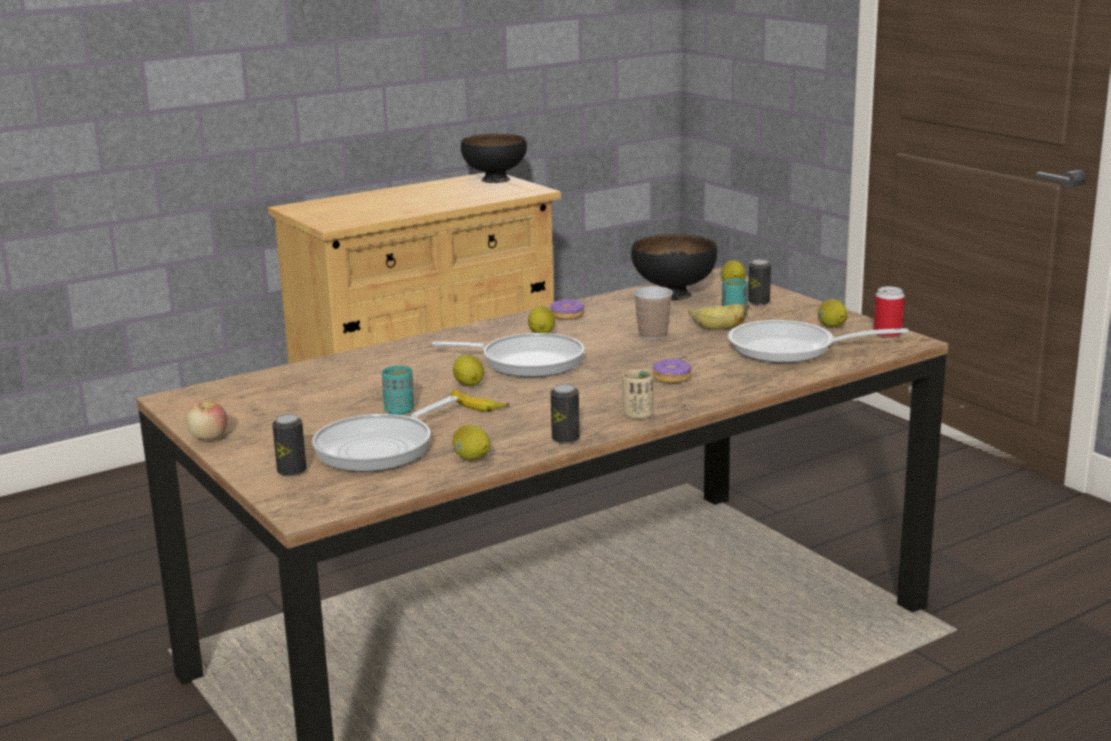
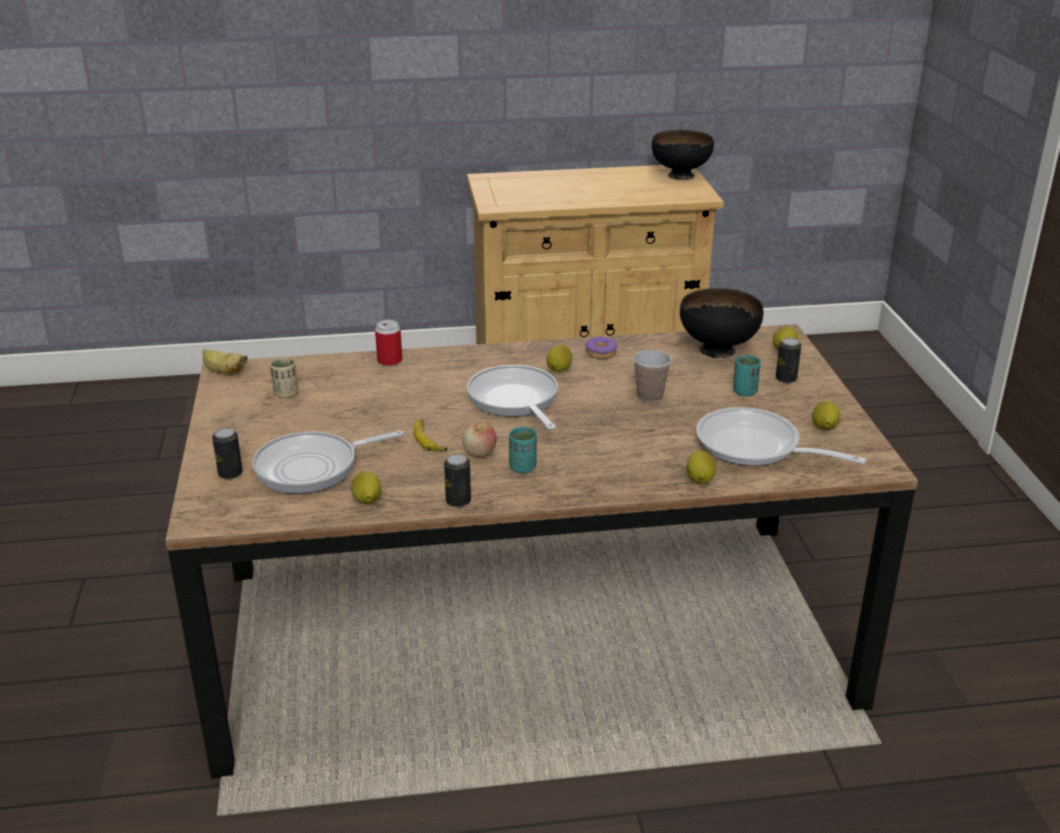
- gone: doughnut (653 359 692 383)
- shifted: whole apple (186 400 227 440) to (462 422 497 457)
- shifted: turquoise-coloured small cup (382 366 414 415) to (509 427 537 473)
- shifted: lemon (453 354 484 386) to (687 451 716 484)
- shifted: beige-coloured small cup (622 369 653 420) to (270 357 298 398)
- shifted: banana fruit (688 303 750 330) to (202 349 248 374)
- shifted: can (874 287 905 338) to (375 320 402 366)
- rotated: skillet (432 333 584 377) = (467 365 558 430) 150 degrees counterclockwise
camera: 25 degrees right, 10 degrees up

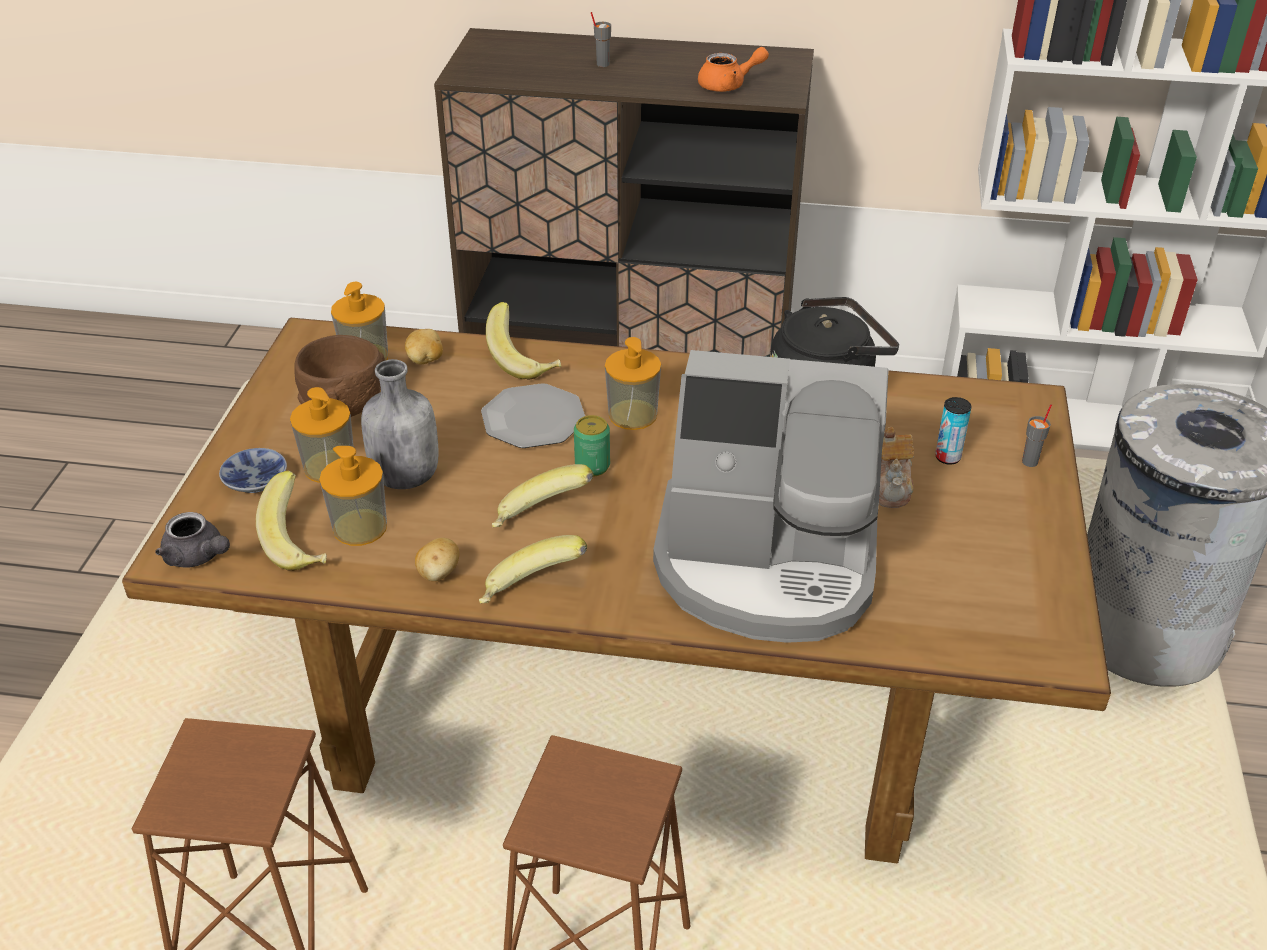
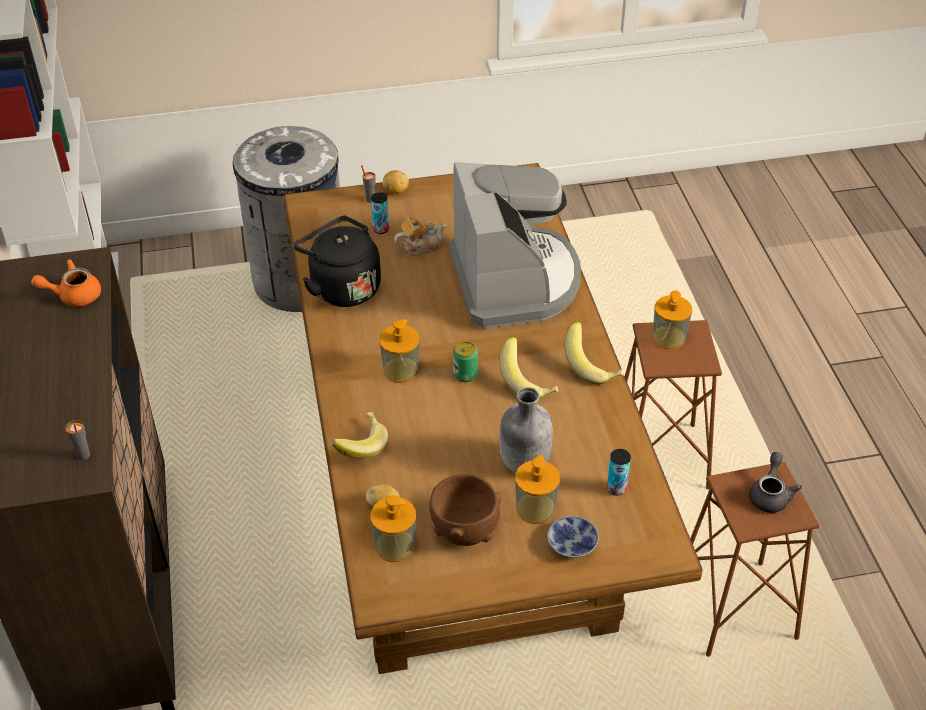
- gone: plate (481 383 585 448)
- shifted: gray teapot (155 512 230 568) to (749 452 802 513)
- shifted: liquid soap bottle (319 446 387 546) to (653 291 692 349)
- shifted: whole potato (415 538 460 581) to (382 170 409 194)
- shifted: gray small cup (591 12 611 67) to (65 420 90 460)
- swapped: banana fruit (256 471 327 571) to can (607 449 631 496)
- rotated: orangey teapot (698 47 769 92) = (31 259 101 306) 75 degrees counterclockwise
camera: 110 degrees left, 5 degrees up

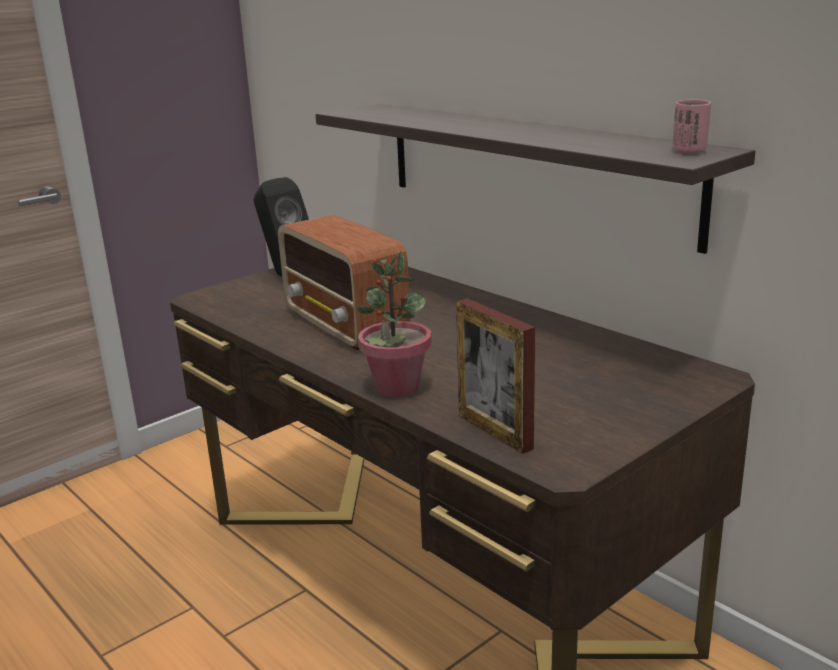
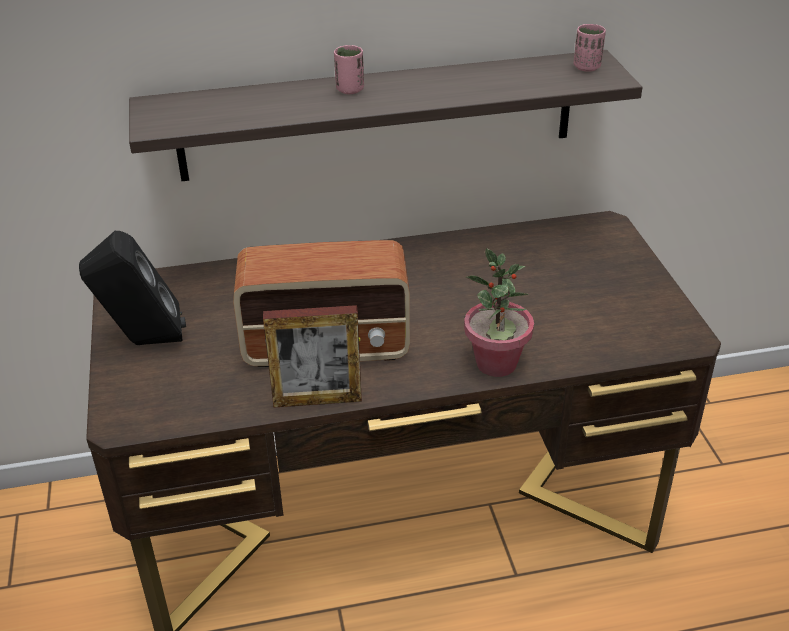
- new: pinkish small cup (334 45 364 94)
- shifted: photo frame (456 298 535 454) to (263 305 362 408)
camera: 60 degrees left, 15 degrees up

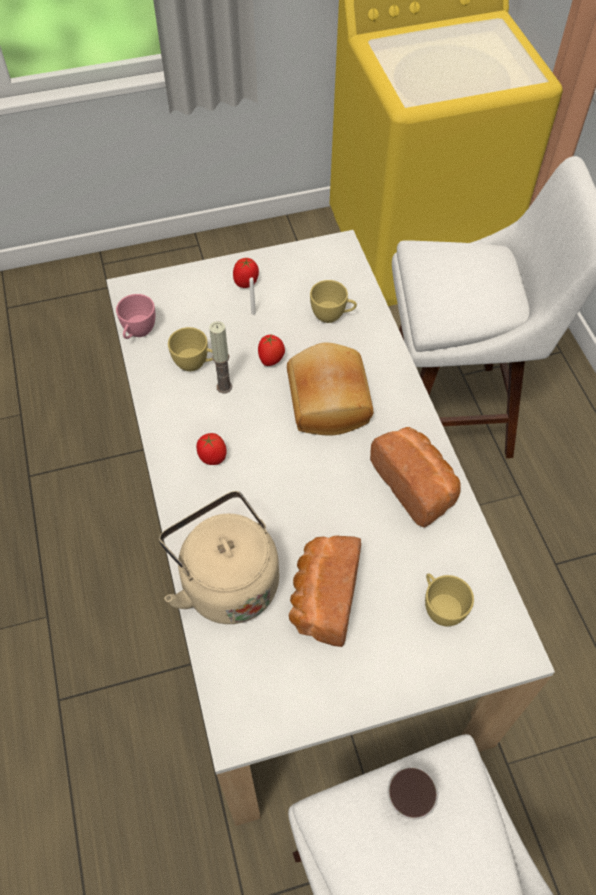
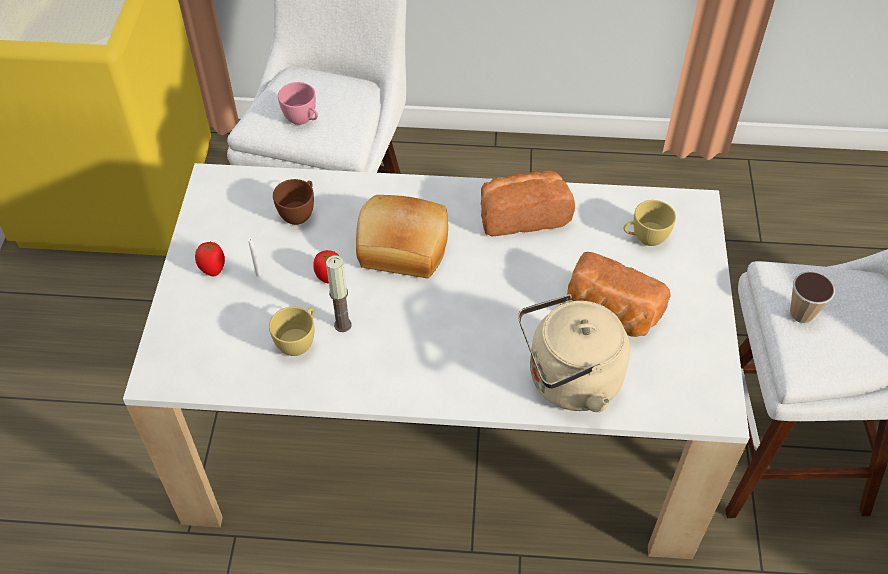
- gone: tomato (196 433 227 465)
- shifted: pinkish small cup (116 294 155 339) to (278 82 318 125)
- repainted: yellow-coloured small cup (310 280 357 323) to brown-coloured small cup (273 179 314 225)
camera: 70 degrees left, 5 degrees down

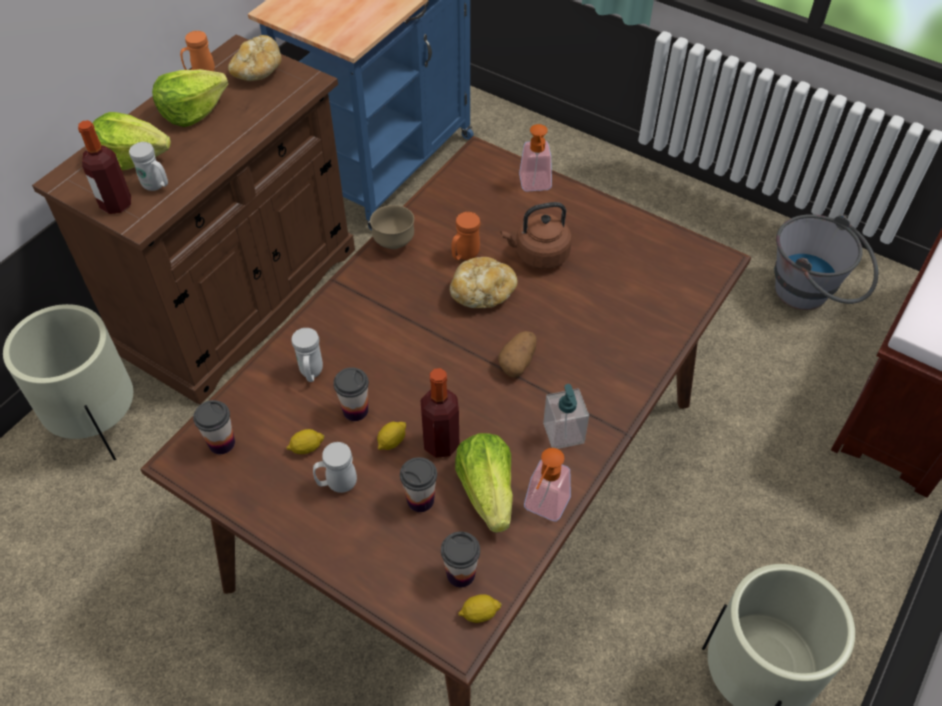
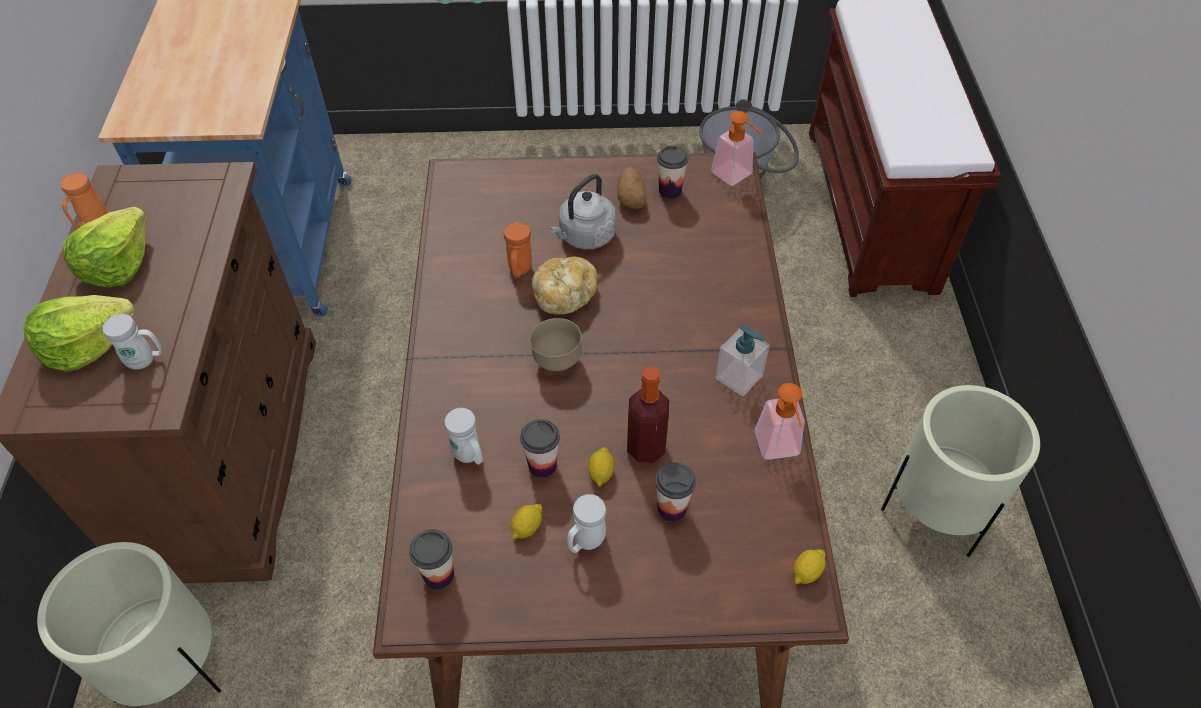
- gone: bottle (78 120 131 214)
- gone: baked bread (228 35 282 81)
- gone: head of lettuce (455 433 513 533)
- shifted: brown-coloured deep dish (370 205 414 249) to (529 318 582 371)
- shifted: small cup (441 532 480 587) to (657 145 688 199)
- shifted: whole potato (498 331 537 377) to (617 167 647 209)
- shifted: liquid soap bottle (519 124 552 192) to (711 111 763 186)
- repainted: brown-coloured tea kettle (501 202 572 269) to gray tea kettle (550 174 617 249)
camera: 35 degrees left, 0 degrees up

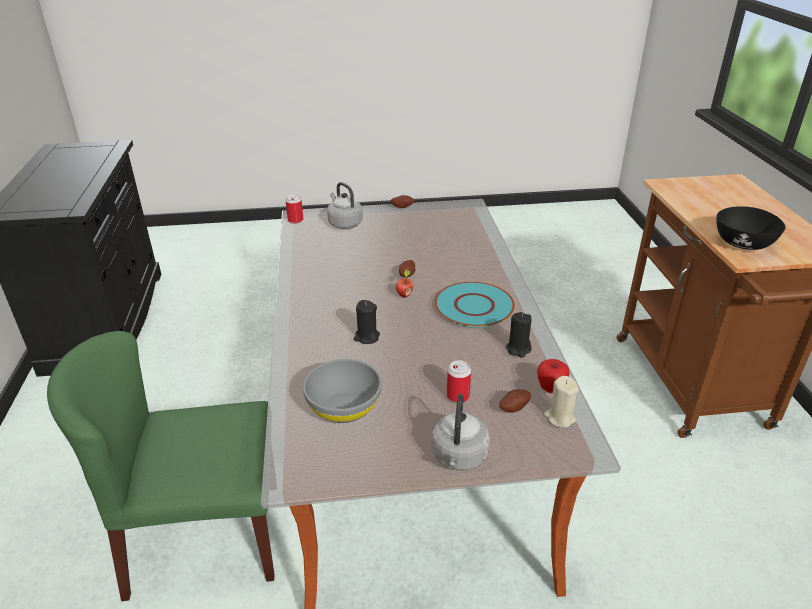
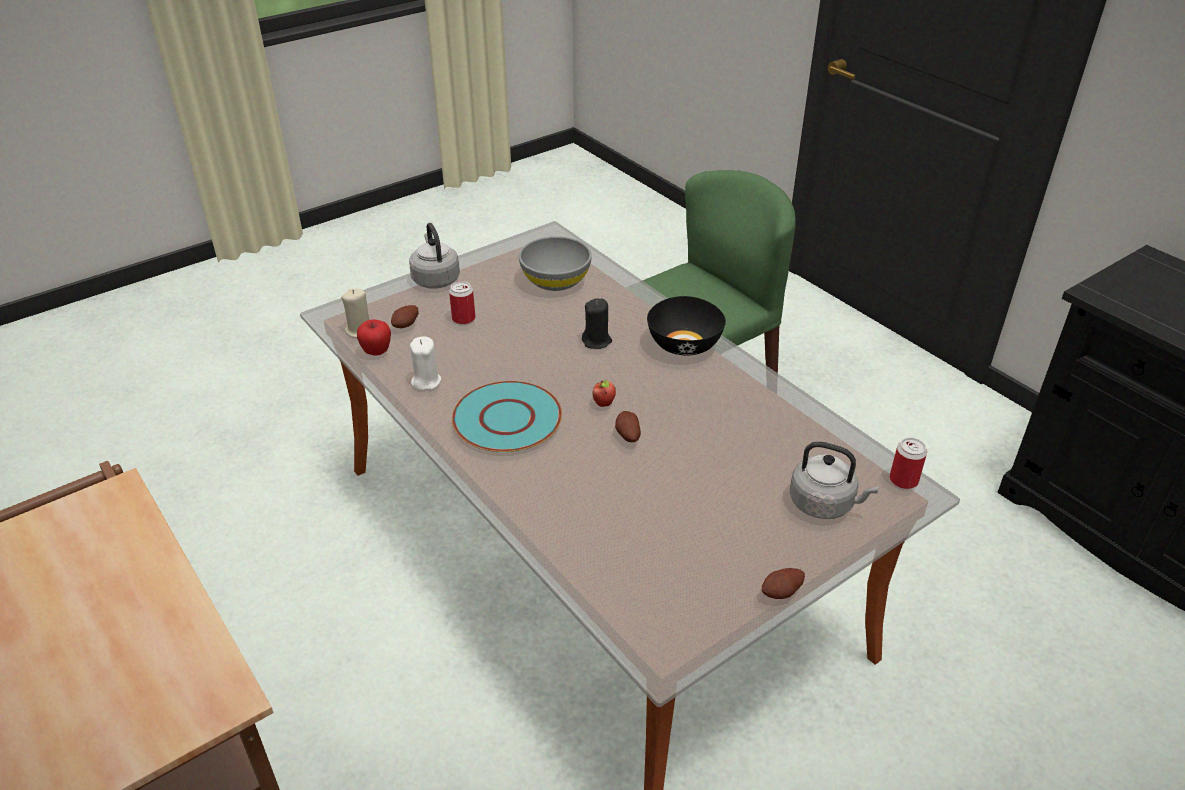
- shifted: blackish deep dish (716 206 785 250) to (647 296 726 355)
- repainted: blackish wax candle (506 312 532 358) to white-coloured wax candle (410 336 441 391)
camera: 150 degrees right, 5 degrees up

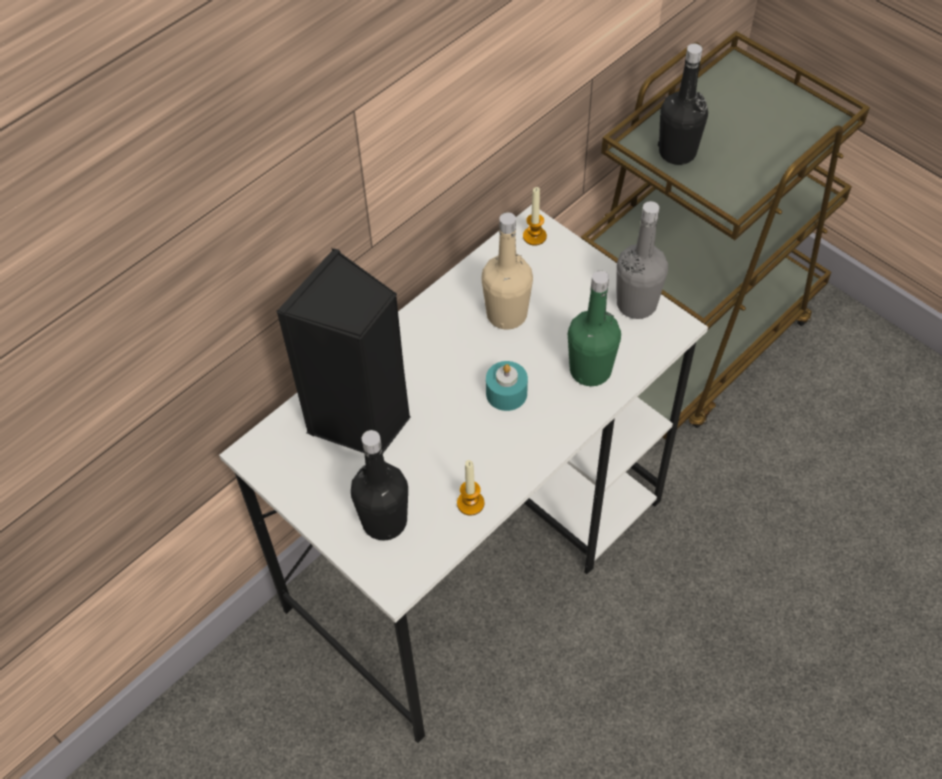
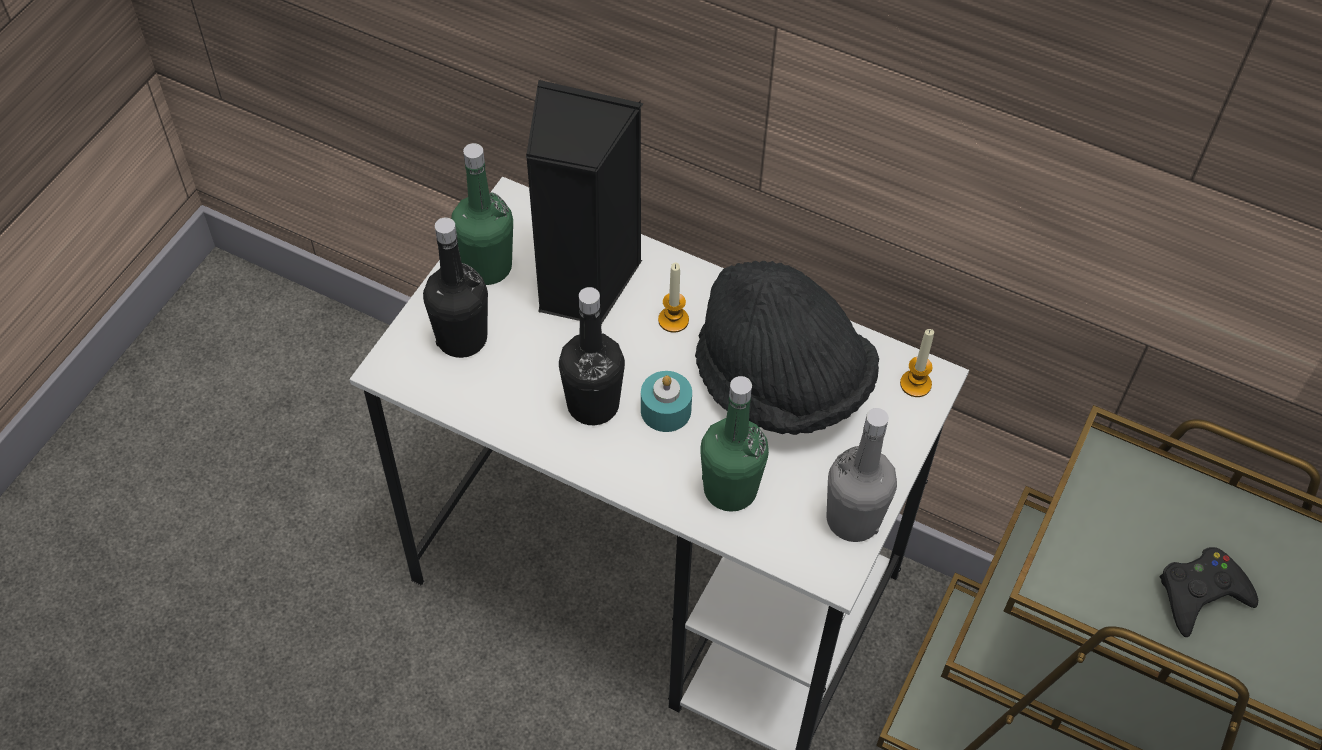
- new: greenish bottle (451 143 513 285)
- new: blackish joypad (1160 547 1258 637)
- shifted: wax candle (457 460 484 516) to (658 263 689 333)
- shifted: blackish bottle (658 44 708 165) to (559 287 625 425)
- swapped: beige-coloured bottle (482 212 533 330) to blackish wearable hat (695 261 879 435)
camera: 70 degrees right, 0 degrees up

